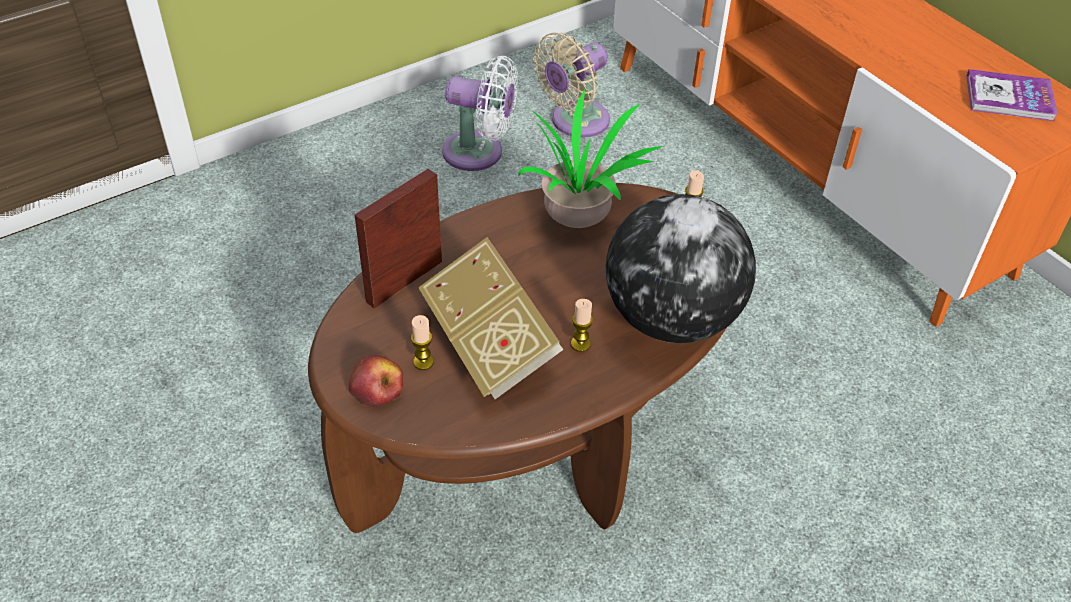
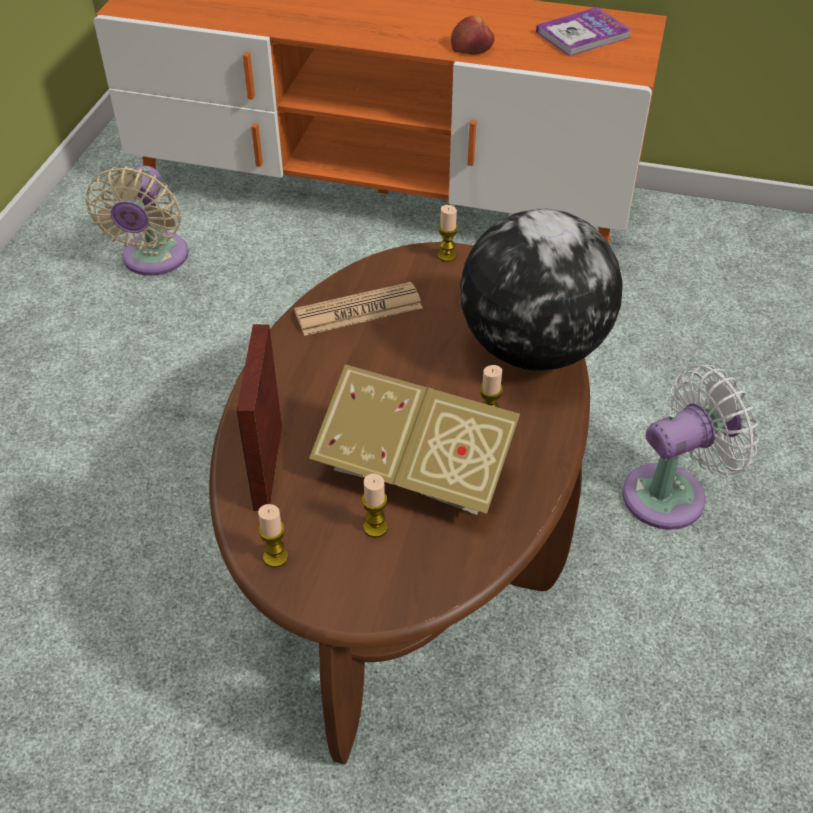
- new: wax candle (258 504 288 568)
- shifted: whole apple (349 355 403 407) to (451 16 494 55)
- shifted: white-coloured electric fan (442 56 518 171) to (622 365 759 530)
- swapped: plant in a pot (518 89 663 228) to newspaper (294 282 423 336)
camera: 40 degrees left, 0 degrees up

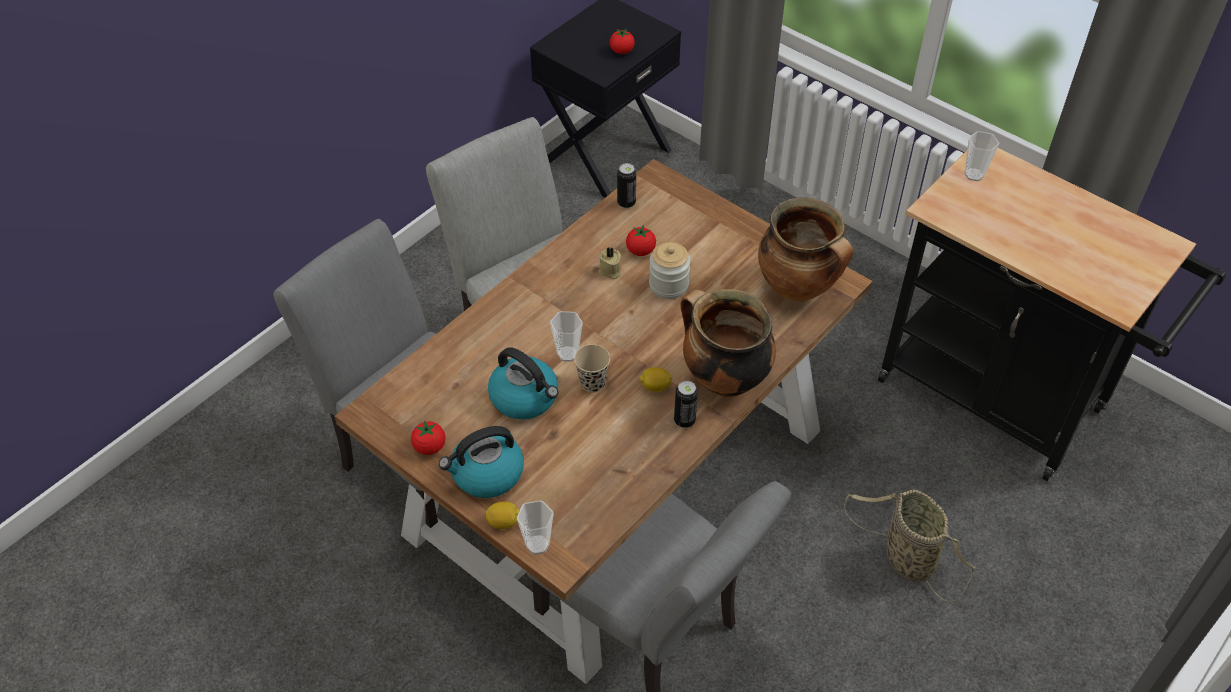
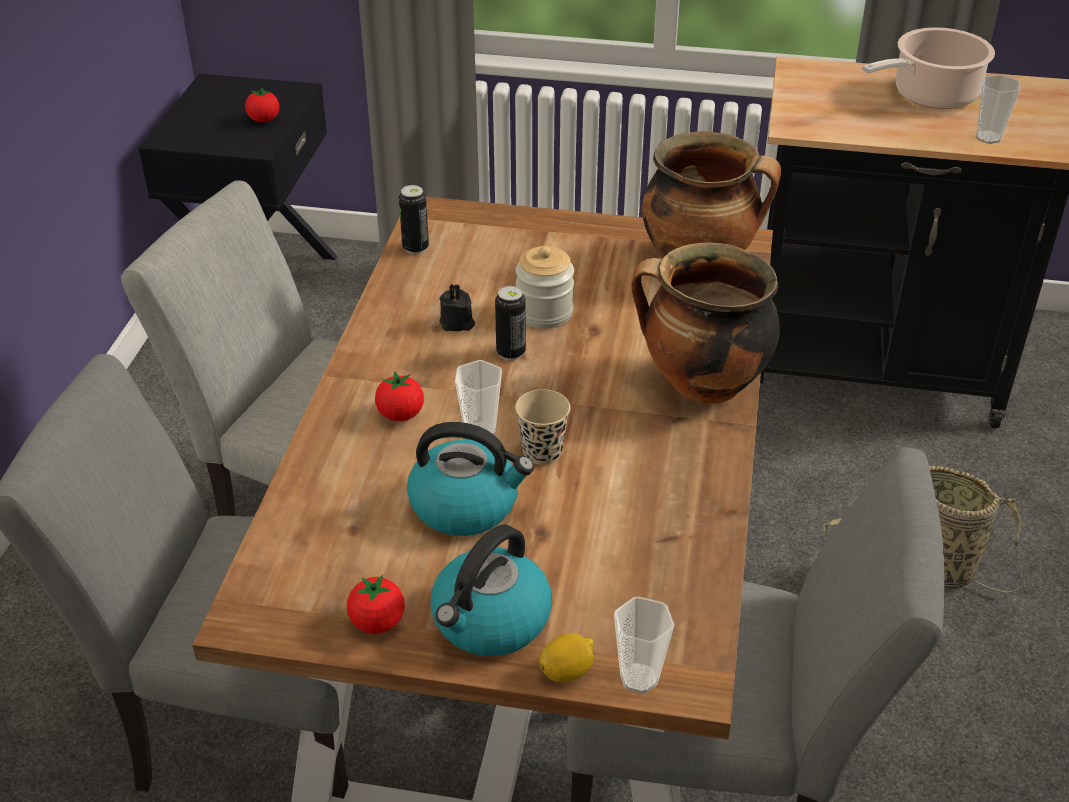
- gone: lemon (639 367 672 392)
- new: stockpot (862 27 995 109)
- shifted: tomato (626 225 656 256) to (375 371 424 422)
- shifted: can (674 381 698 428) to (495 286 526 360)
- shifted: small cup (964 131 999 181) to (976 74 1020 144)
- repainted: beige-coloured wax candle (599 247 621 279) to blackish wax candle (440 284 475 331)
camera: 30 degrees left, 10 degrees down

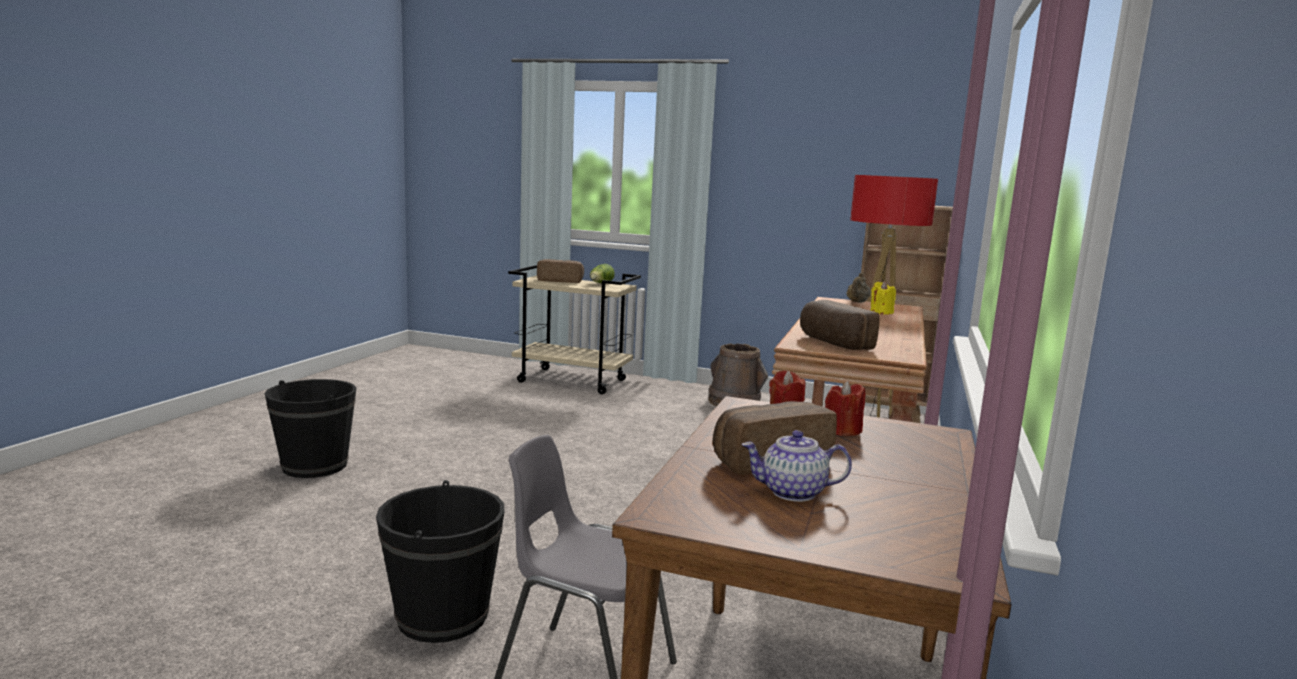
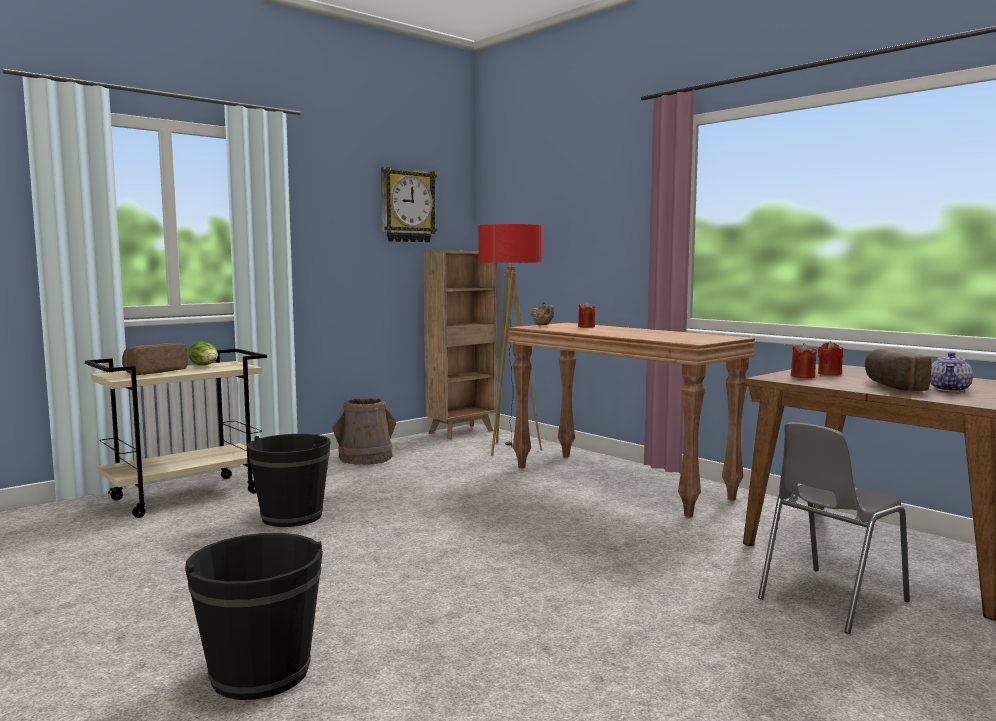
- gone: baked bread (800 300 880 350)
- new: clock on the wall (381 167 437 242)
- shifted: blackish water bucket (376 480 505 643) to (247 434 331 527)
- repainted: yellow-coloured wax candle (871 281 896 315) to red wax candle (578 302 595 328)
camera: 60 degrees left, 5 degrees down

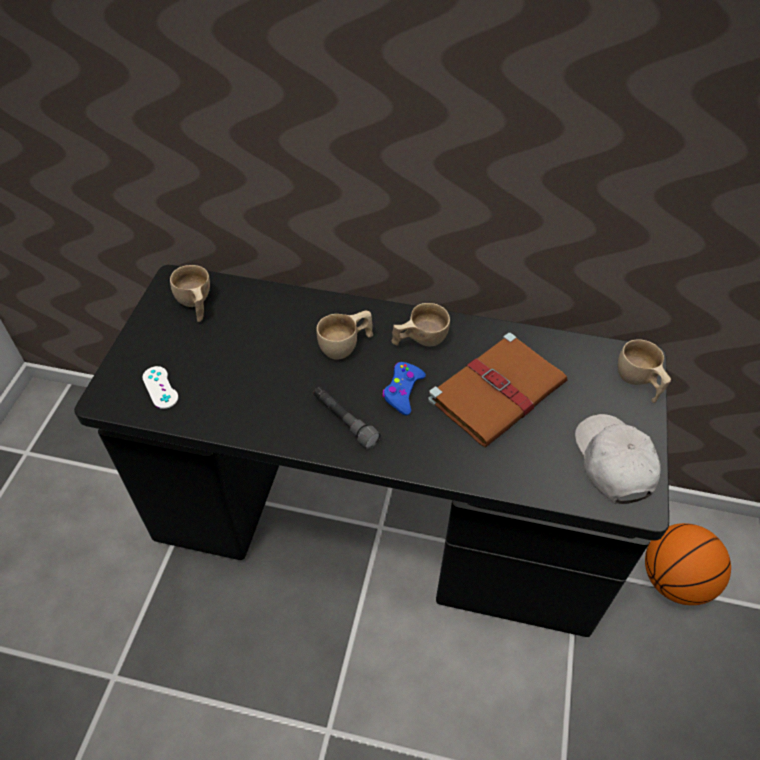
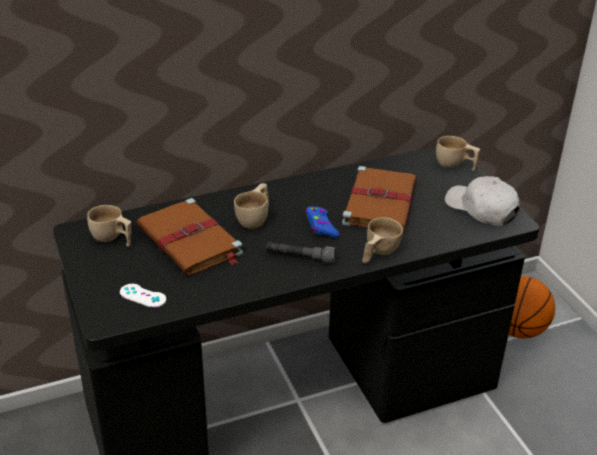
- new: brown-coloured bound book (137 198 243 276)
- shifted: beige-coloured small cup (392 303 450 346) to (362 217 403 263)
camera: 35 degrees left, 15 degrees down

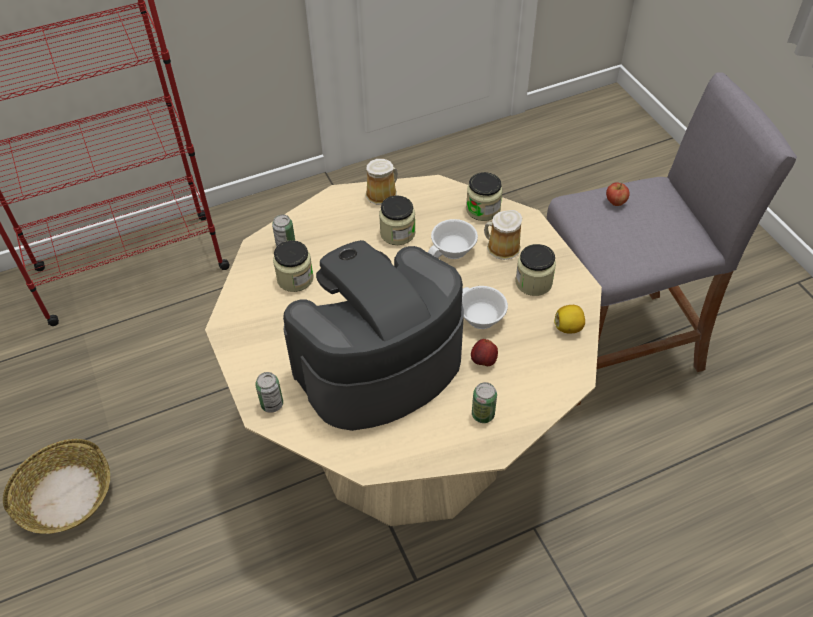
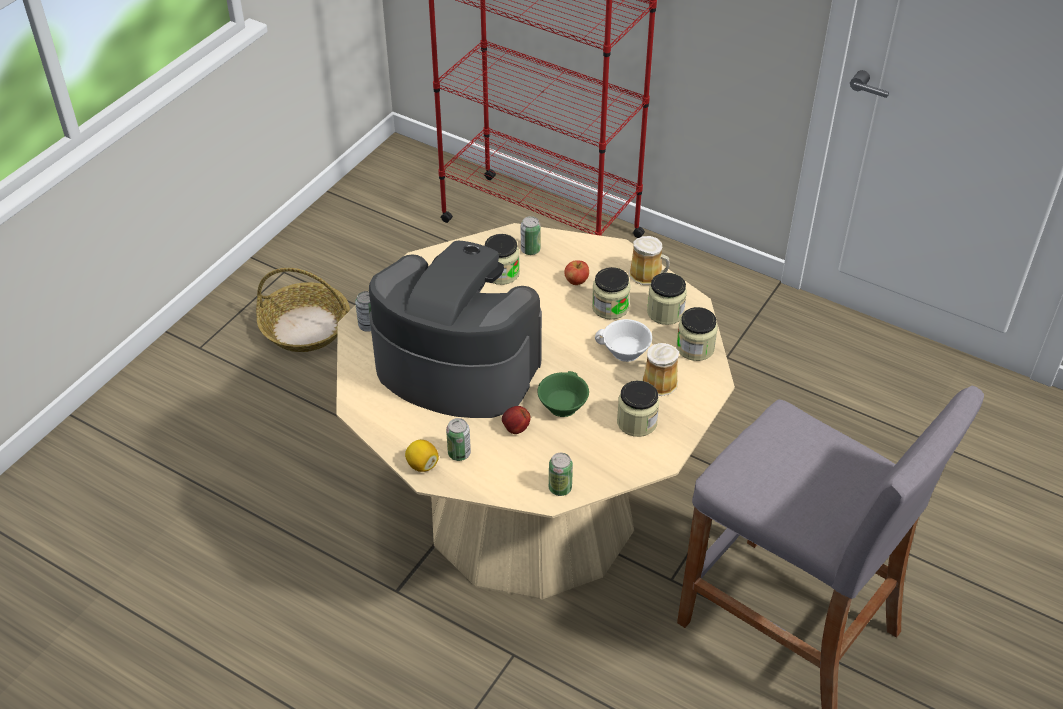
- new: can (549 453 573 496)
- new: preserve jar (647 273 687 325)
- shifted: lemon (554 305 585 334) to (405 440 439 472)
- shifted: whole apple (606 182 630 206) to (564 260 589 285)
- repainted: white-coloured small cup (462 286 508 329) to greenish small cup (537 371 589 417)
camera: 55 degrees right, 5 degrees down

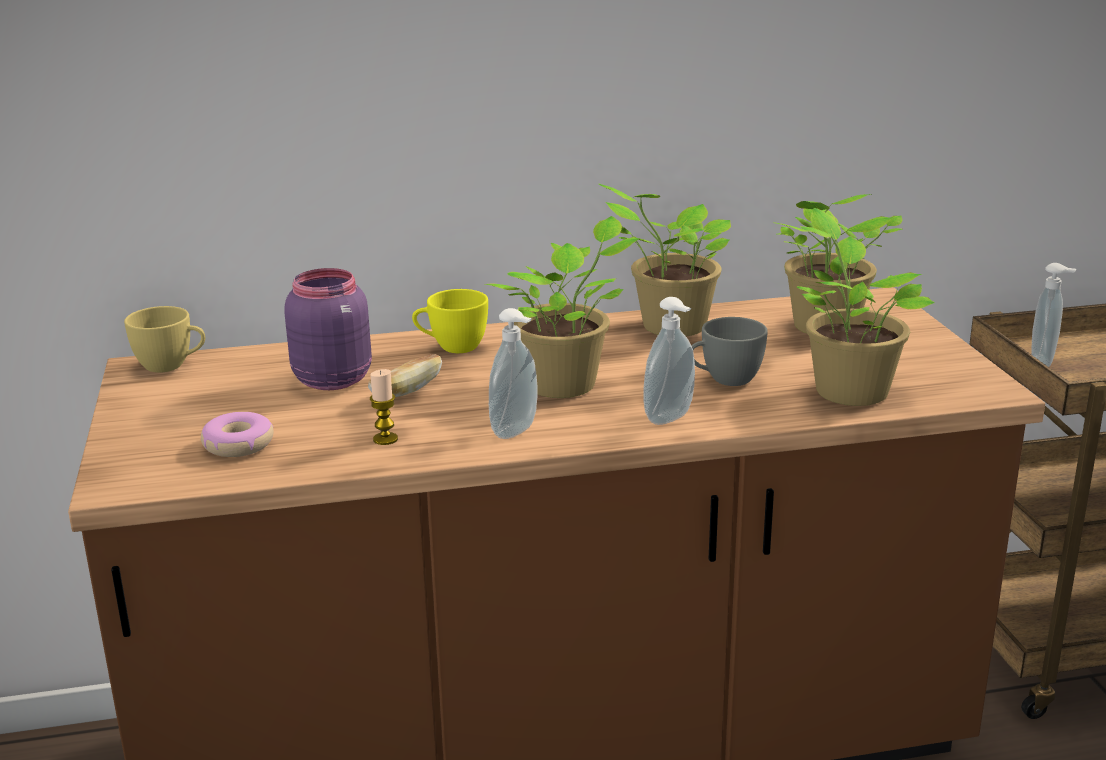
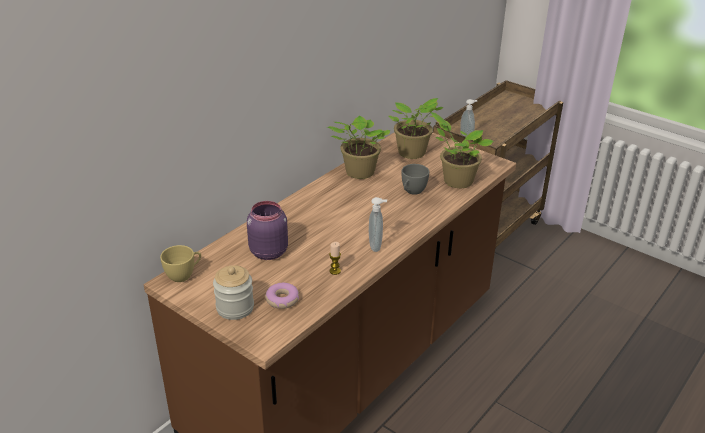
- gone: baked bread (368 354 442 397)
- gone: yellow-coloured small cup (412 289 488 353)
- gone: plant in a pot (485 216 641 398)
- gone: liquid soap bottle (643 297 695 425)
- new: preserve jar (213 265 254 320)
camera: 40 degrees left, 10 degrees up

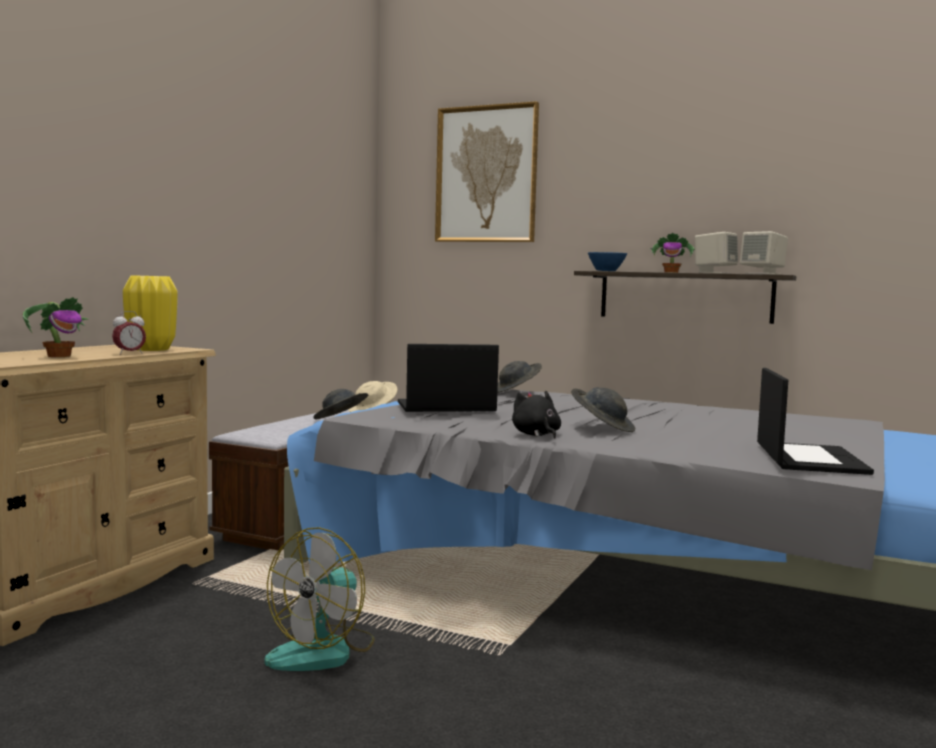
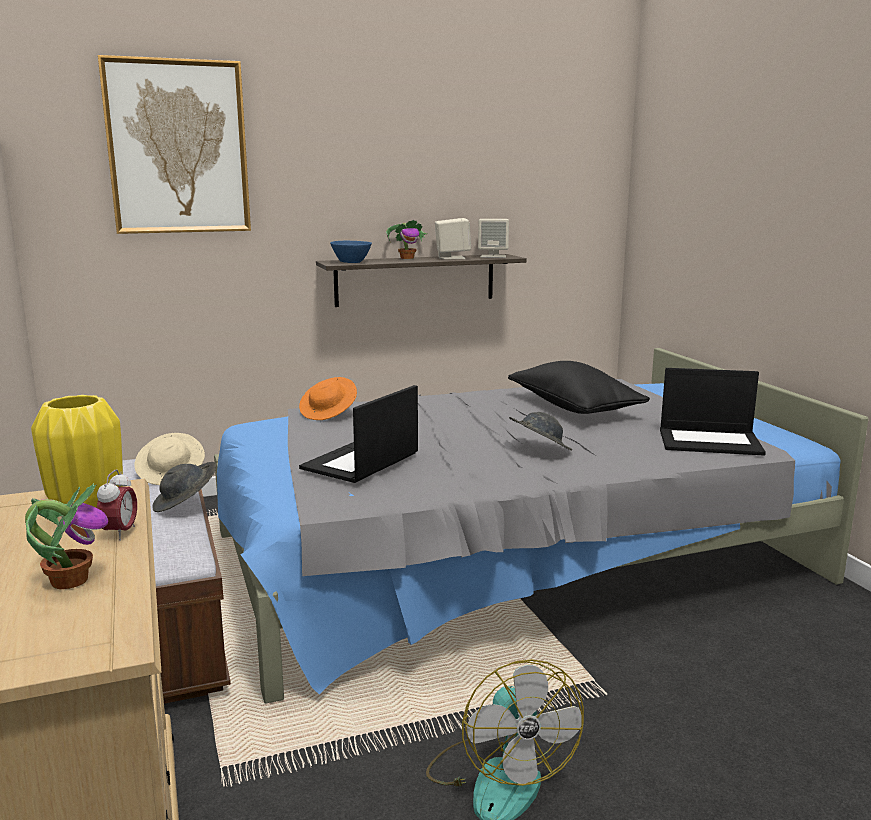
- gone: blackish soft toy (512 391 561 439)
- new: blackish cushion (508 361 650 414)
- repainted: gray wearable hat (497 361 542 393) to orangey wearable hat (299 377 357 420)
- rotated: portable computer (757 368 874 475) = (660 368 766 455) 135 degrees clockwise
camera: 45 degrees left, 10 degrees up

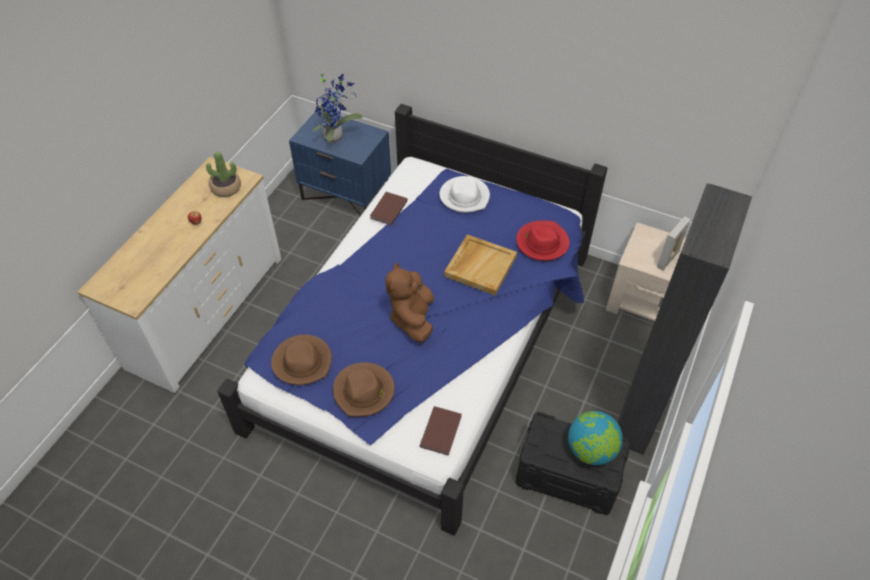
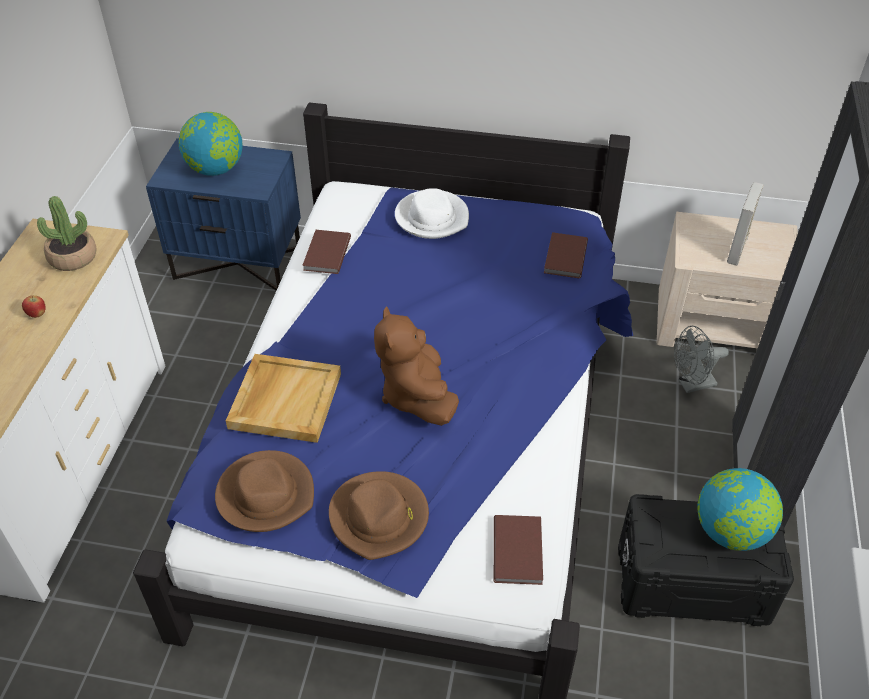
- new: gray electric fan (674 326 729 393)
- shifted: beige-coloured tray (444 235 517 295) to (226 354 341 443)
- swapped: plant in a pot (313 71 363 143) to desk globe (179 112 243 176)
- swapped: red wearable hat (516 221 570 261) to brown-coloured bound book (544 232 588 278)
camera: 15 degrees left, 5 degrees down

